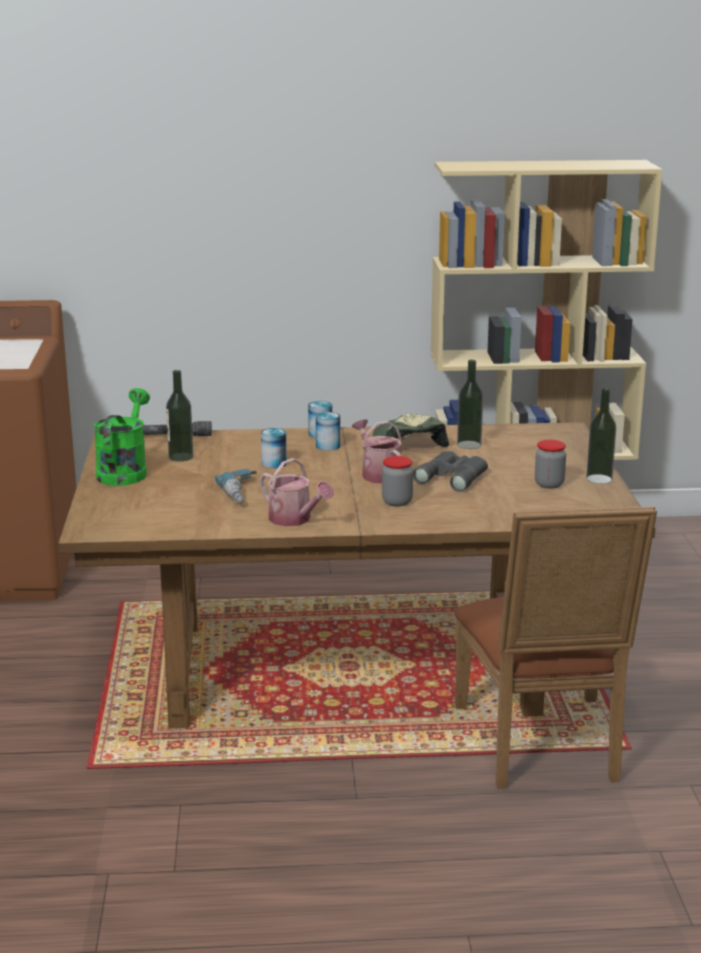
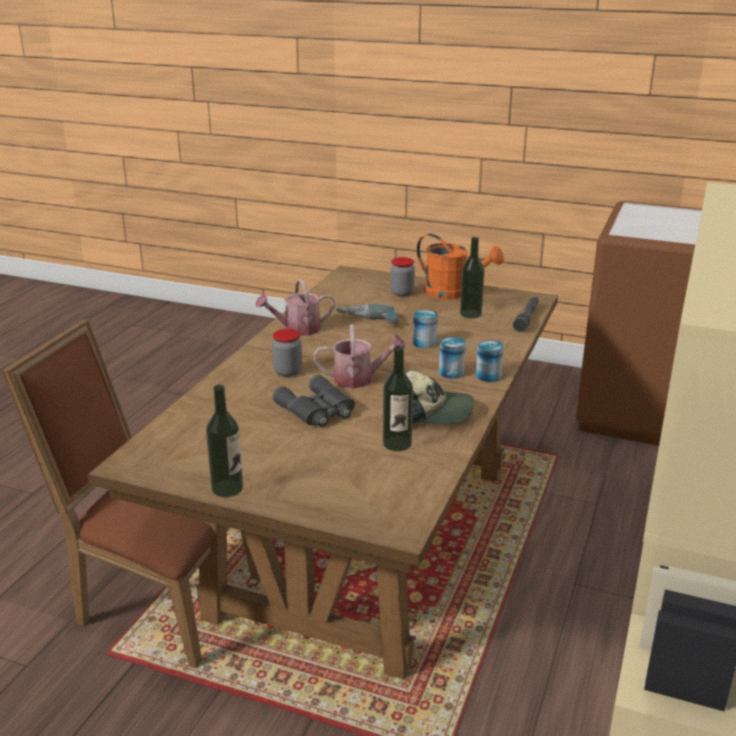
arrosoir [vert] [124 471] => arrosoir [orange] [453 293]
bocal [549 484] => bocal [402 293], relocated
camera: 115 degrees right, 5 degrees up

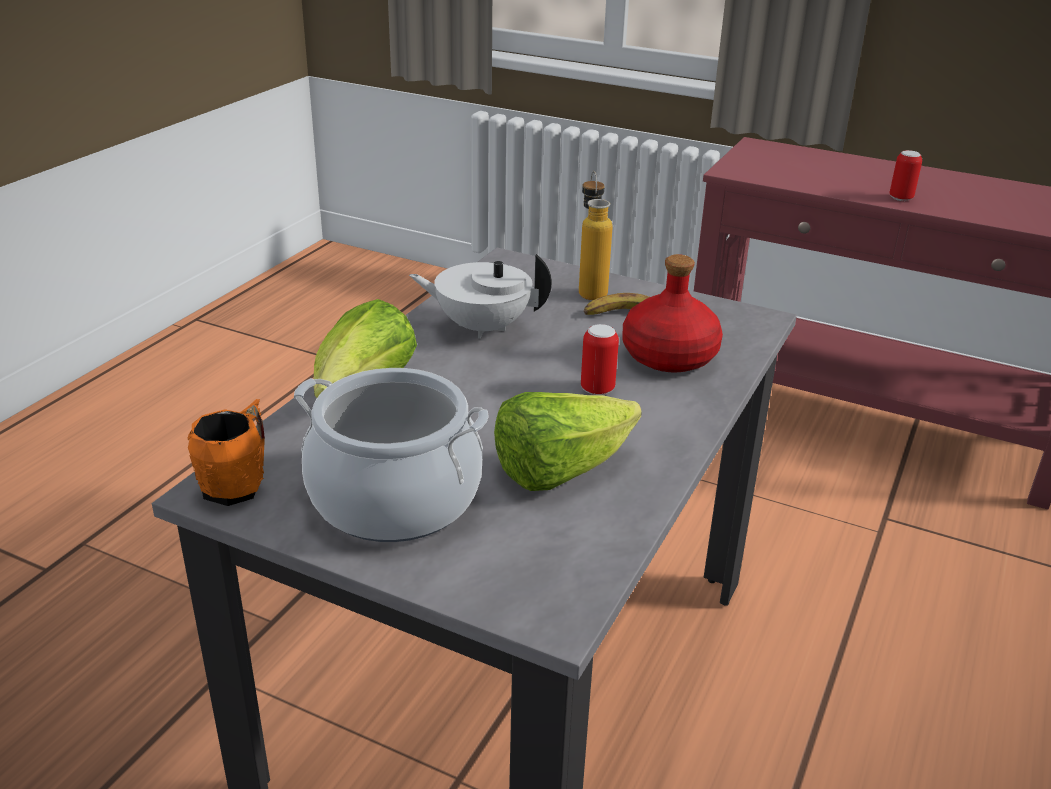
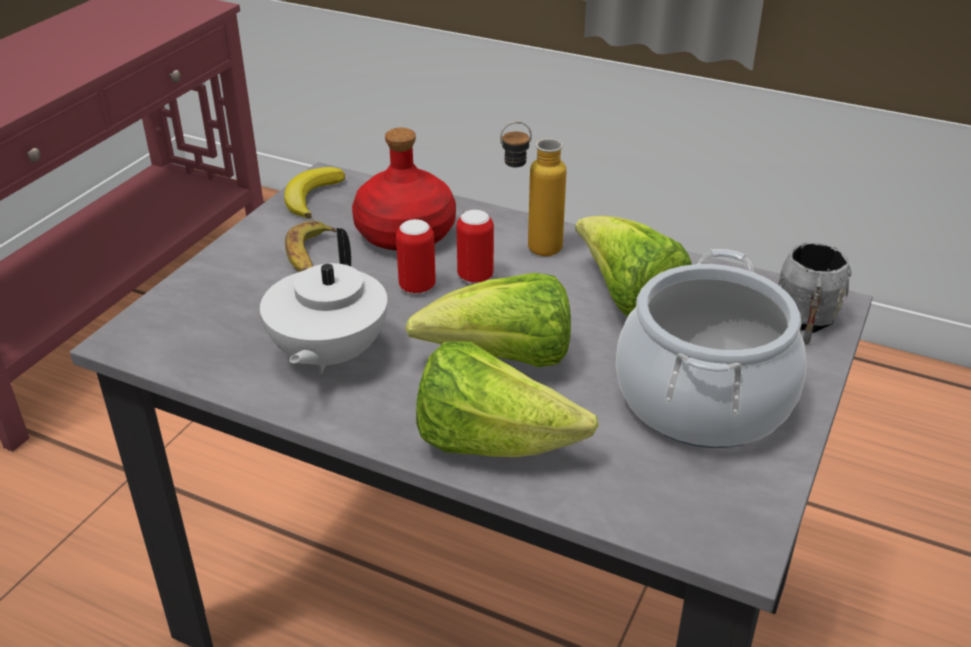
mug [orange] [239 483] => nothing
bouteille [590 289] => bouteille [530 249], relocated
boîte métallique [900 198] => boîte métallique [417 287], relocated
nothing => banane [311 197]
nothing => laitue [502 360]
nothing => mug [gris] [805 323]
camera: 90 degrees left, 5 degrees up

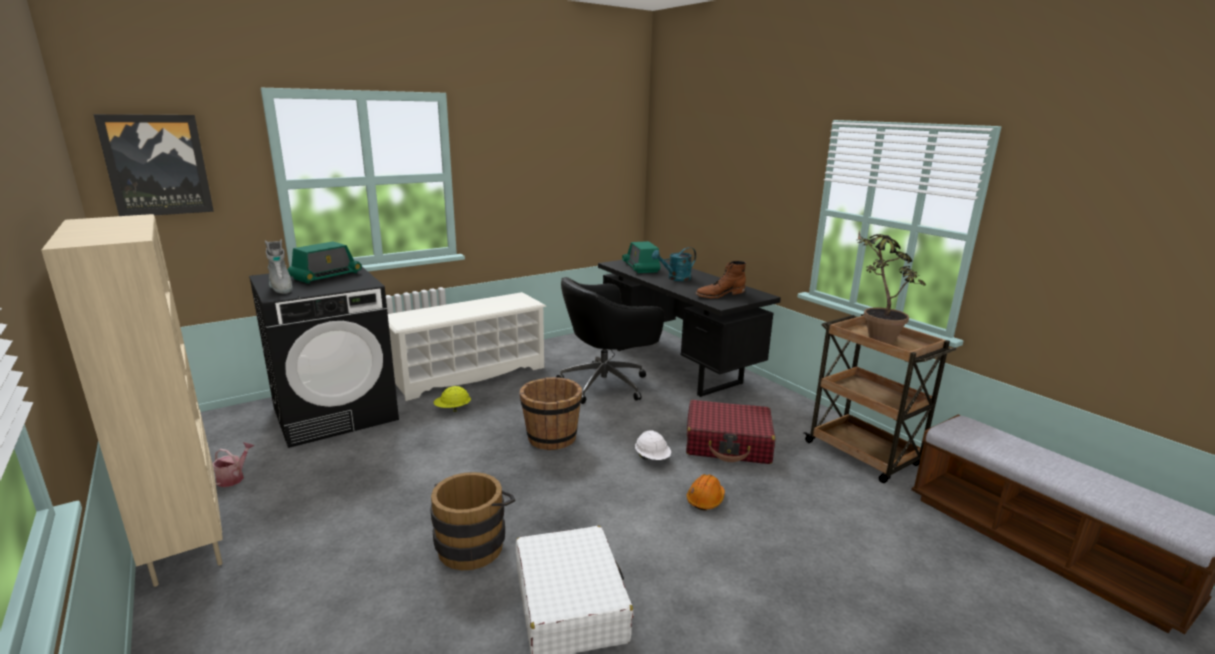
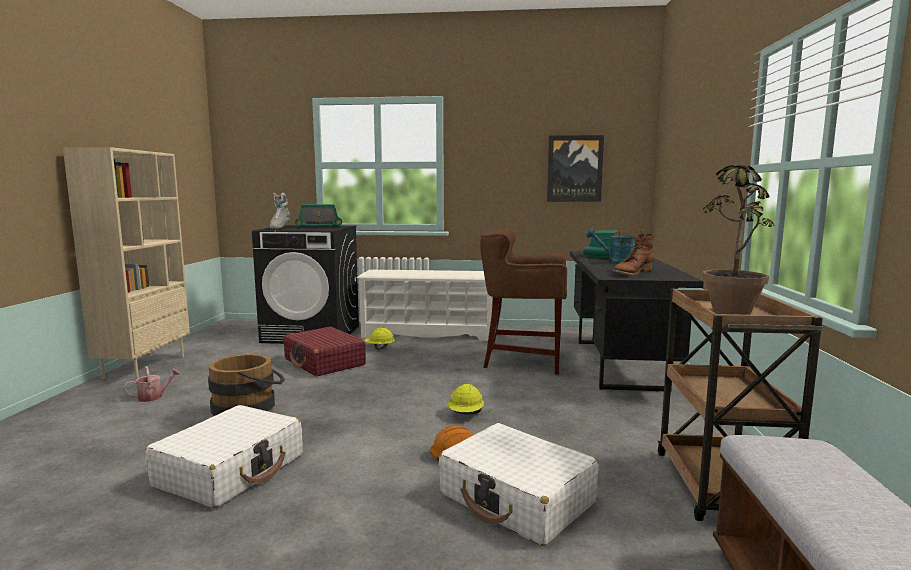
tableau [157 165] => tableau [574 168], relocated
arrosoir [233 478] => arrosoir [154 397], relocated
seau [marron] [551 438] => nothing
chaise de bureau [noir] [607 384] => tabouret [marron] [523 361]
casque de chantier [blanc] [652 458] => casque de chantier [jaune] [466 414]
valise [rouge] [728 444] => valise [rouge] [324 362], relocated
botte [marron] [719 294] => botte [marron] [631 272], 60 degrees counterclockwise
nothing => valise [blanc] [517 499]
camera: 40 degrees right, 10 degrees down

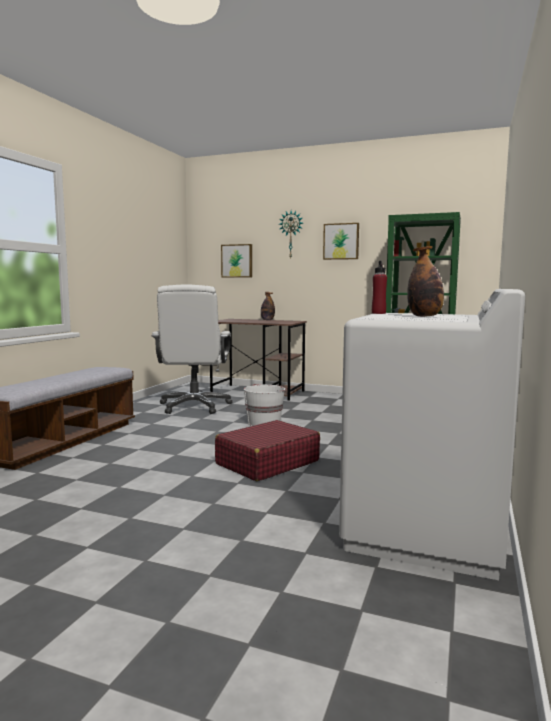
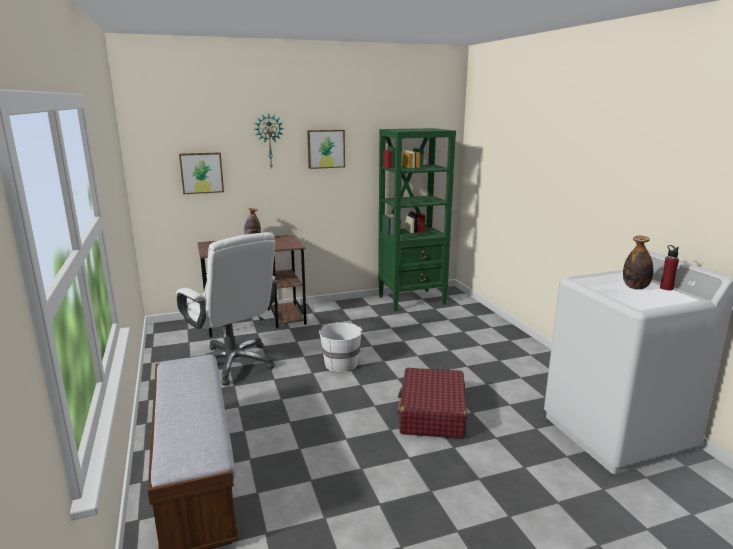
bouteille [rouge] [378 313] => bouteille [rouge] [666 288], relocated
camera: 40 degrees left, 10 degrees up

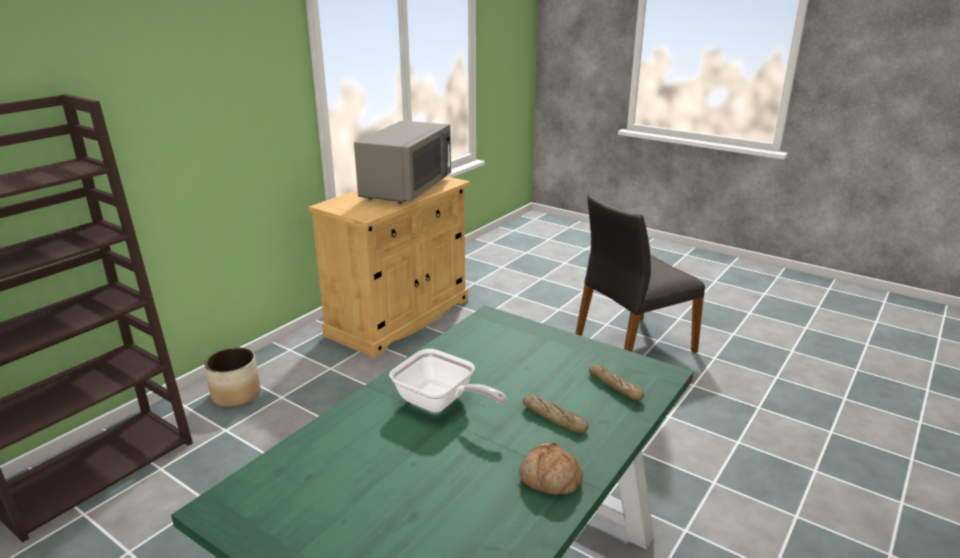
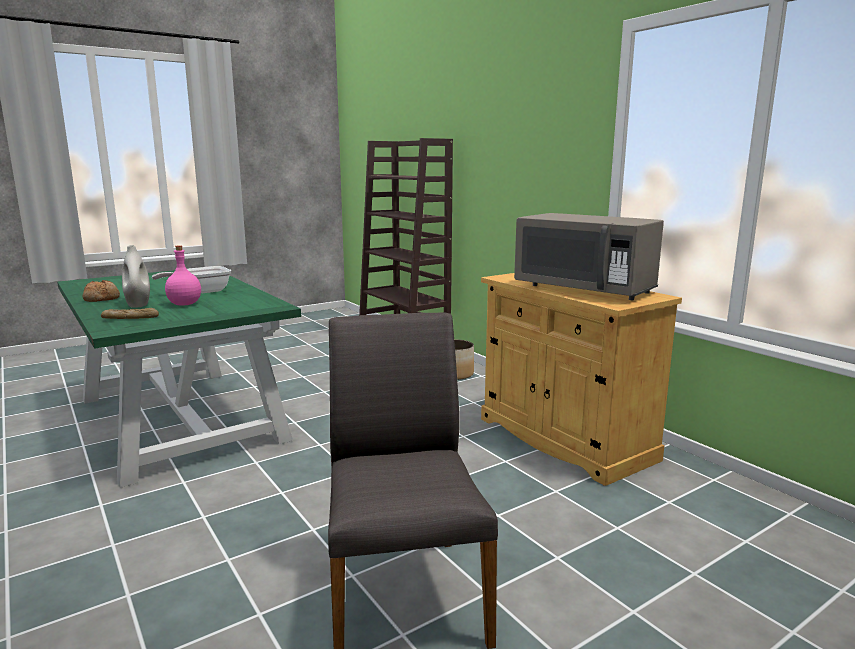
pain [554 418] => vase [blanc] [138 305]
nothing => bouteille [rose] [184 304]
camera: 110 degrees right, 10 degrees down

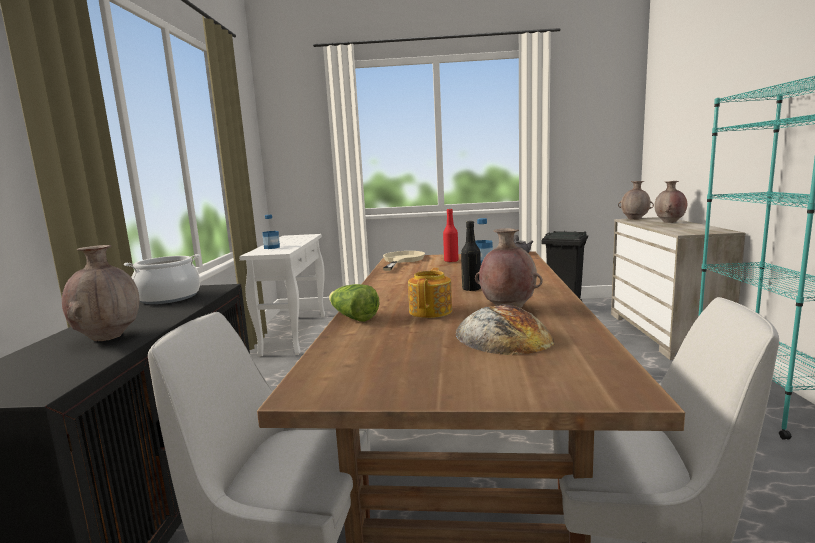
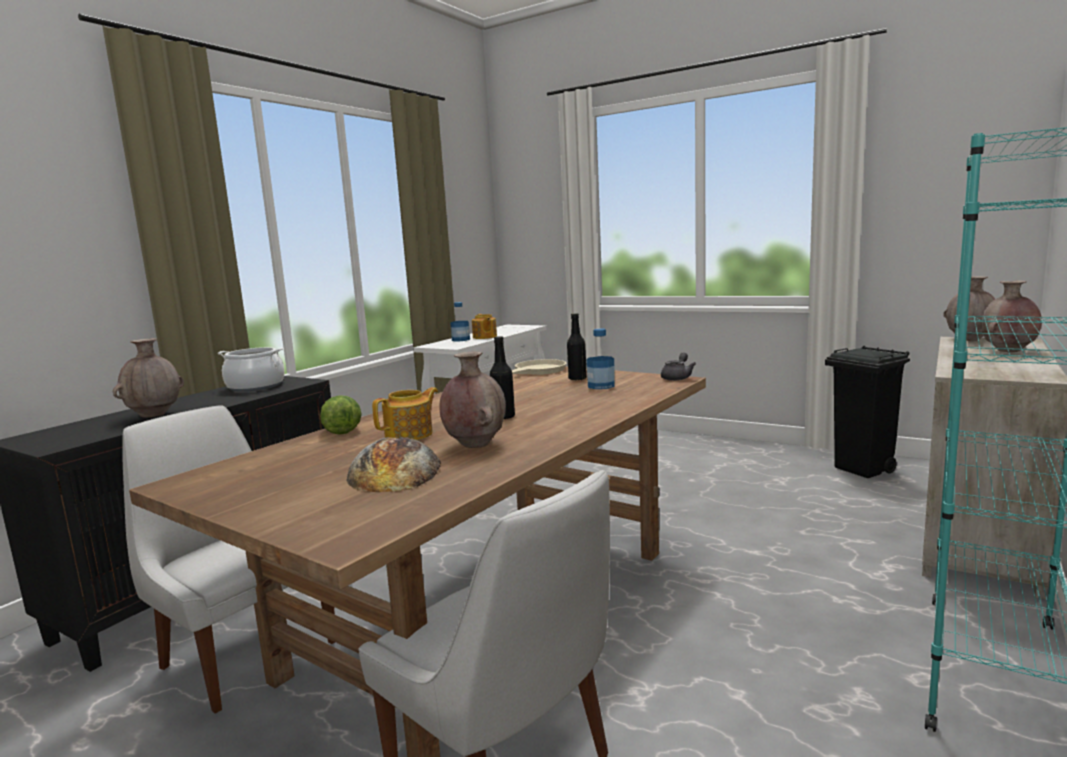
bouteille [rouge] [451 261] => bouteille [noir] [577 379]
nothing => théière [484 337]
camera: 30 degrees right, 0 degrees up

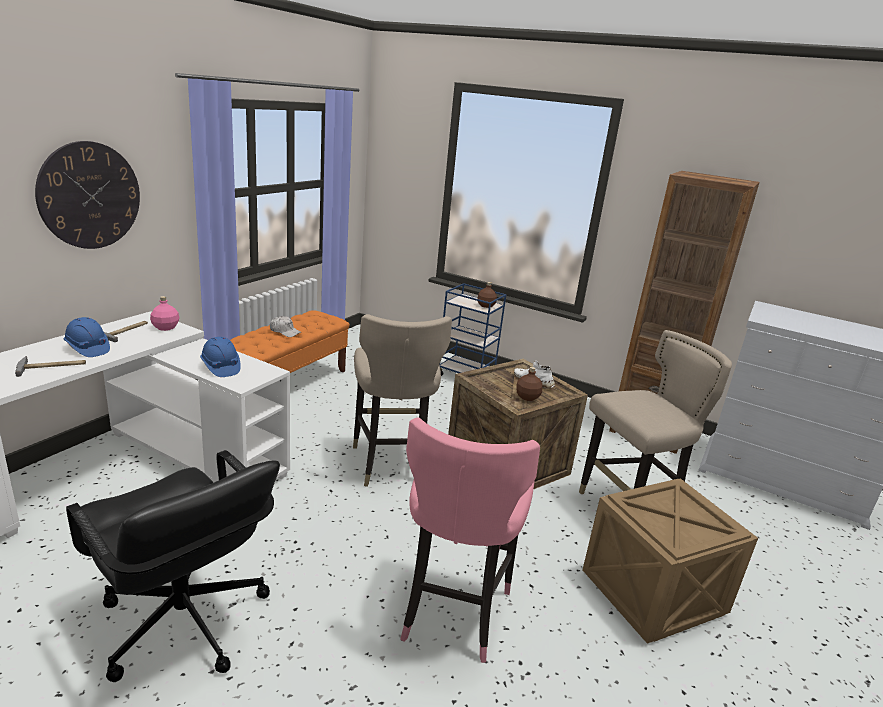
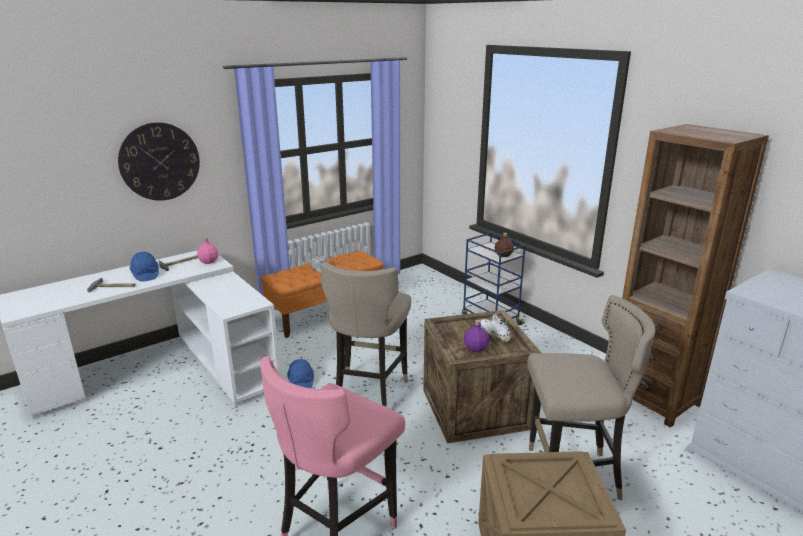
chaise de bureau [noir] [183 622] => nothing
casque de chantier [bleu] [220 367] => casque de chantier [bleu] [301 381], relocated
bouteille [marron] [528 397] => bouteille [violet] [476 348]
camera: 25 degrees right, 0 degrees up

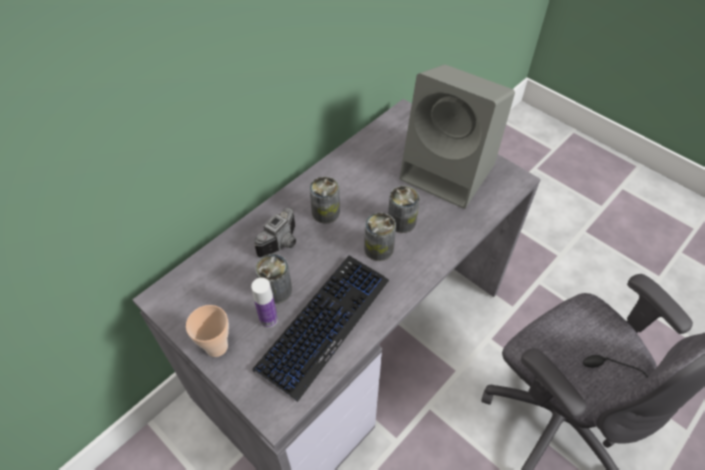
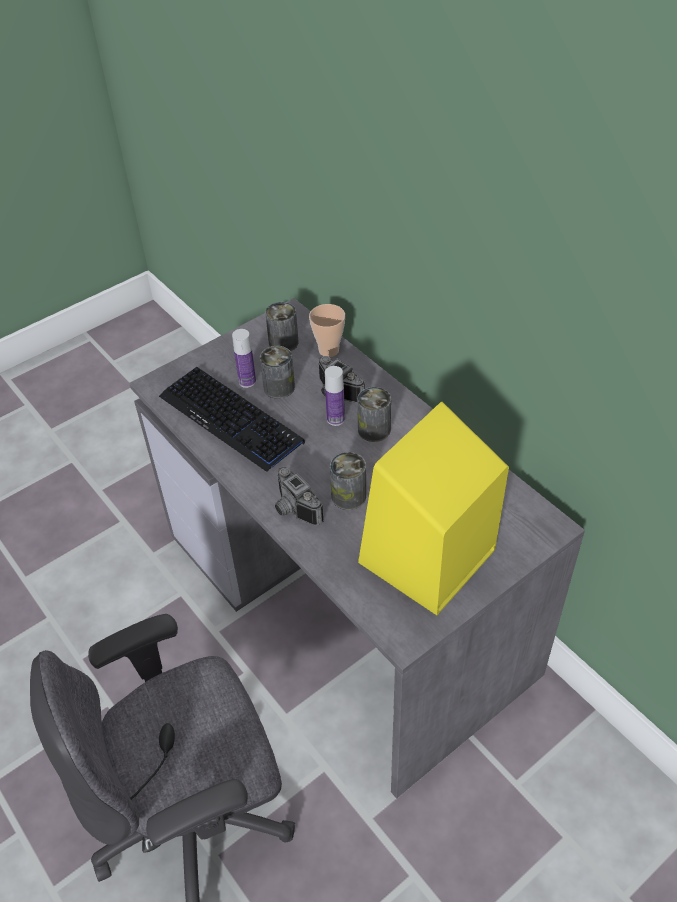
tasse [216 346] => tasse [328 350], relocated
boîte métallique [378 248] => boîte métallique [283 342], relocated
enceinte [gris] [450 172] => enceinte [jaune] [425 559]
nothing => appareil photo [293 510]
nothing => bouteille [335 419]
camera: 100 degrees right, 5 degrees down

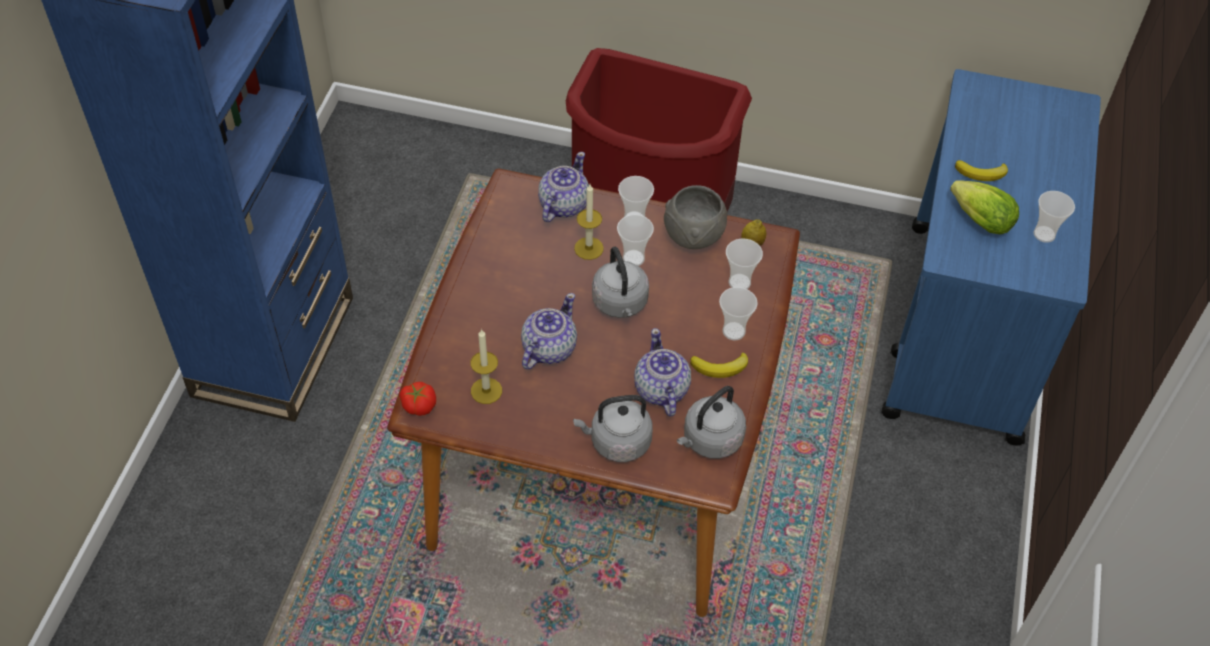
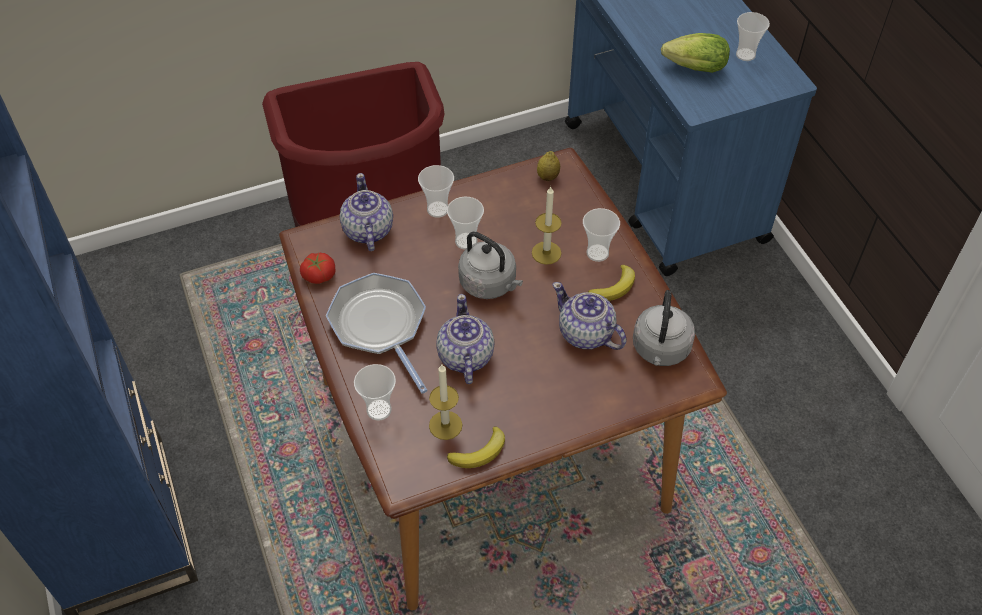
tomate [419 404] => tomate [318 275], relocated
bouilloire [gris] [617 442] => nothing
bougie [588 248] => bougie [546 253], relocated
bol [gris] [694 237] => nothing
tasse [739 282] => tasse [379 410], relocated
banane [982 173] => banane [479 452], relocated
nothing => poêle [380 325]
camera: 35 degrees left, 0 degrees up

